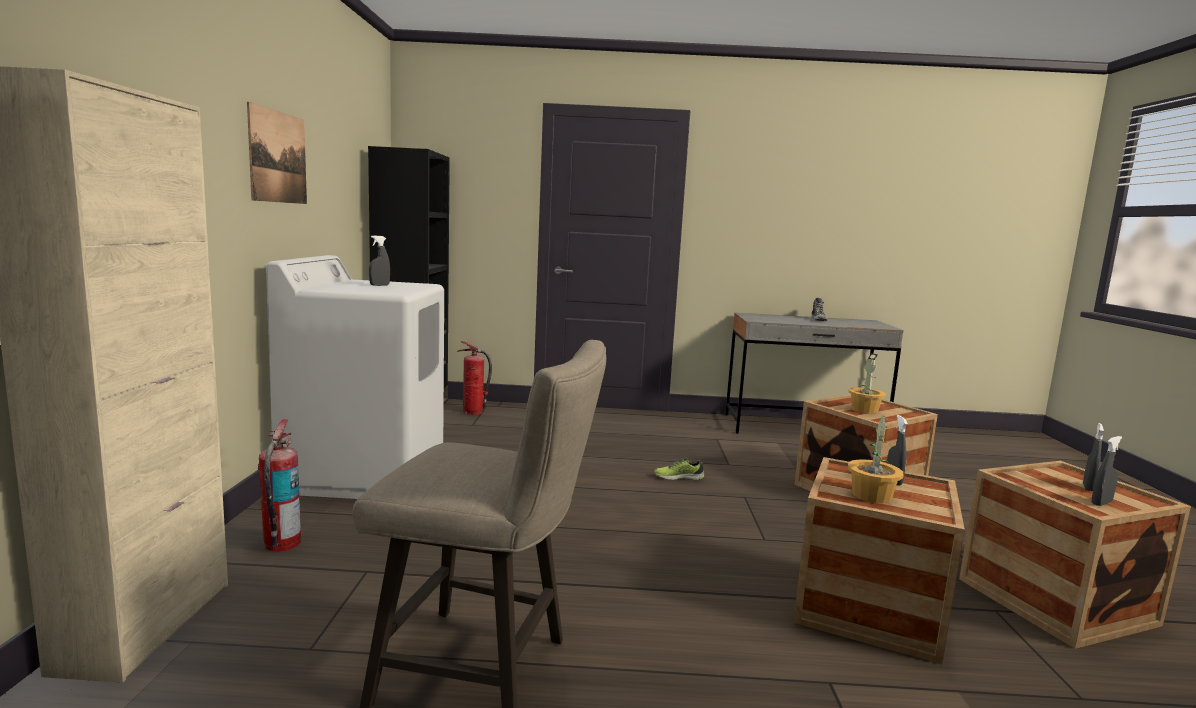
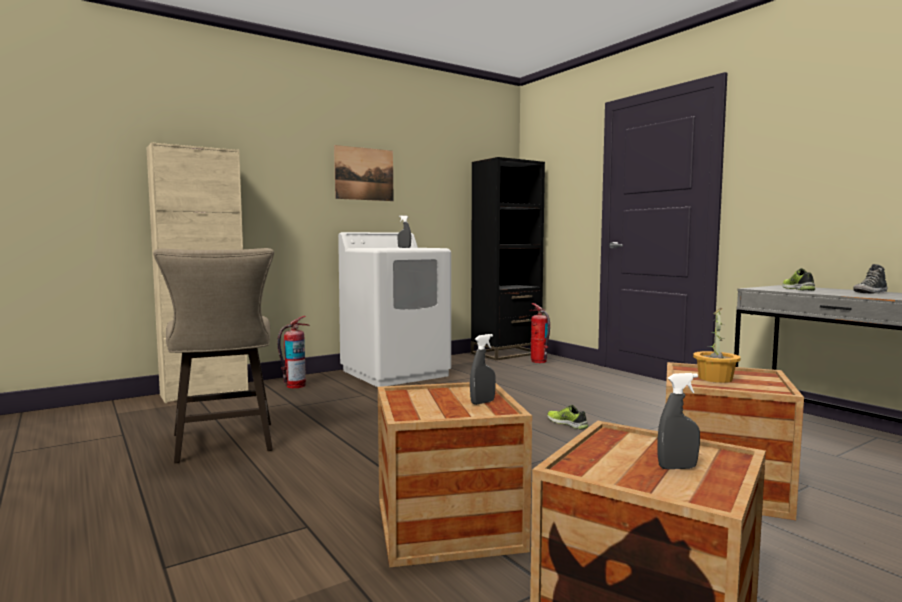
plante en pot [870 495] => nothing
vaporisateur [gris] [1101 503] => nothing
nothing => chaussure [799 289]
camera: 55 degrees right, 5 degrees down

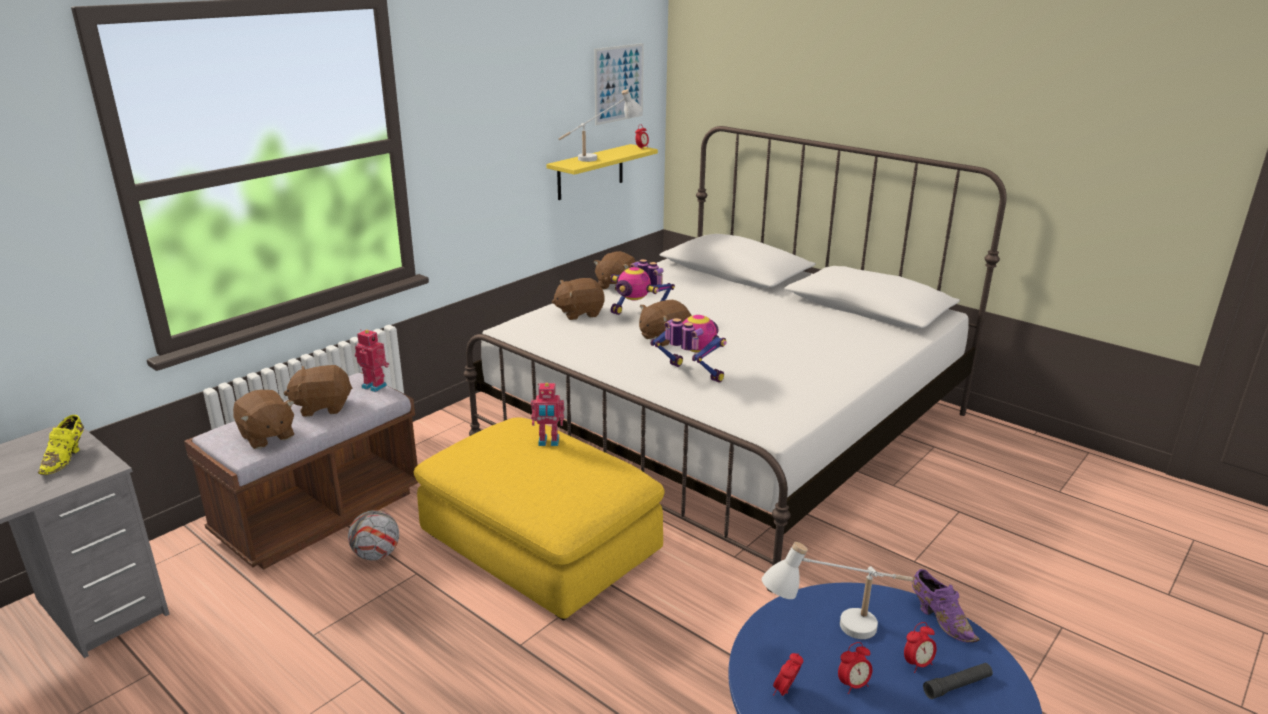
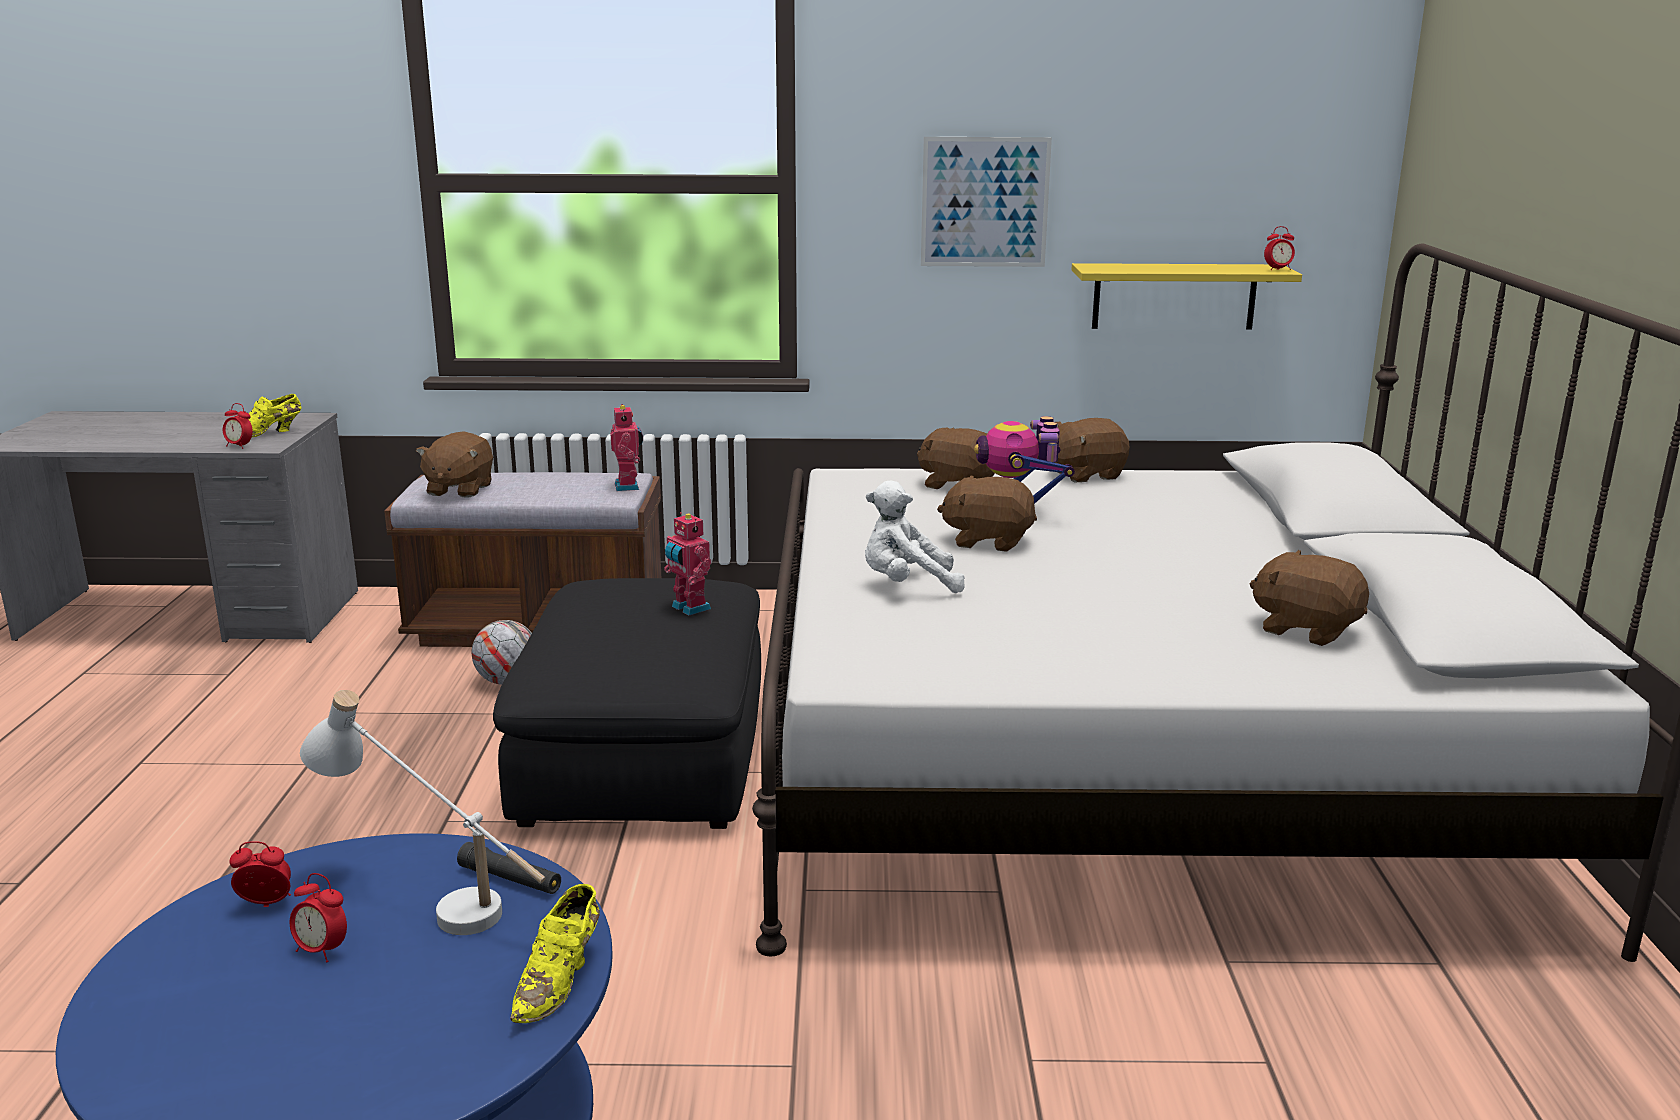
peluche [marron] [322 406] => peluche [marron] [1306 629], relocated
pouf [jaune] [540 544] => pouf [noir] [645 753]
lampe de table [blanc] [600 158] => nothing
tableau [619 83] => tableau [985 202], relocated
robot jouet [690 375] => peluche [blanc] [907 585]
réveil [917 664] => réveil [239 446], relocated
chaussure [violet] [940 619] => chaussure [jaune] [560 981]
lampe de poche [noir] [957 686] => lampe de poche [noir] [510 879], relocated
camera: 50 degrees right, 5 degrees down

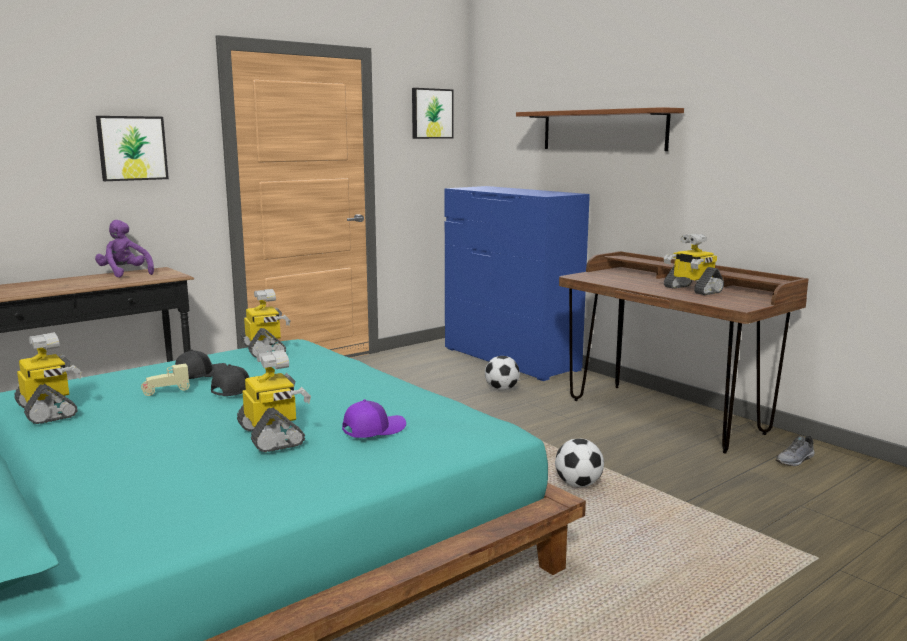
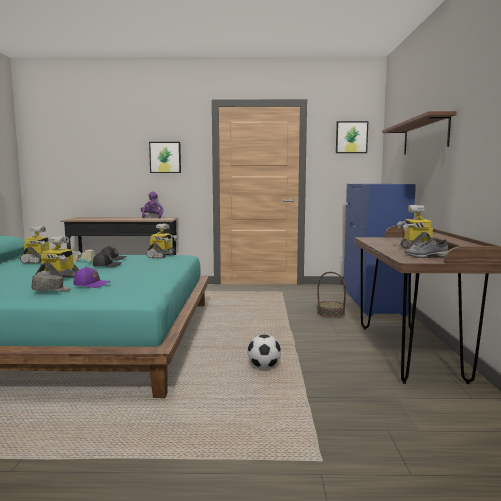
ballon de foot [502 389] => panier [330 313]
chaussure [gris] [795 460] => chaussure [gris] [426 256], relocated
nothing => casquette [gris] [51 290]
camera: 40 degrees right, 5 degrees down

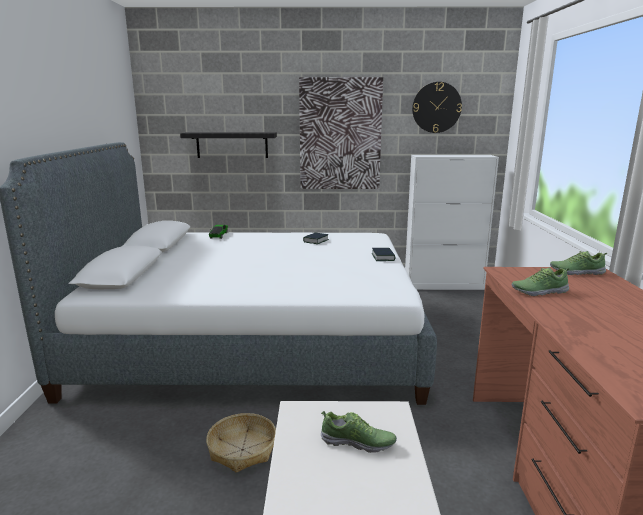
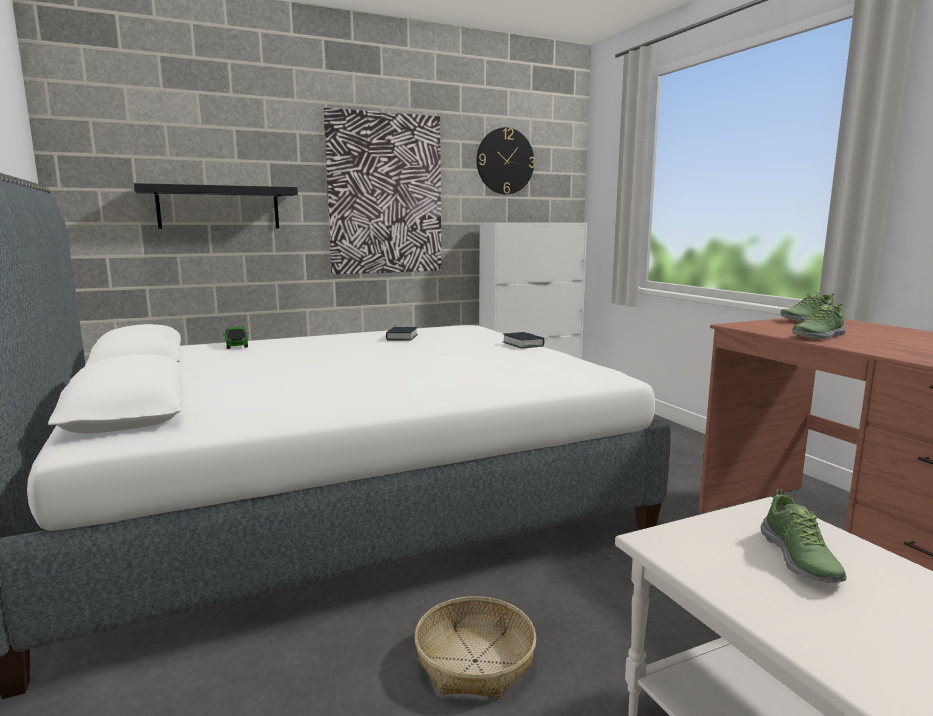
chaussure [358 442] => chaussure [800 559], 105 degrees clockwise
camera: 25 degrees left, 5 degrees down

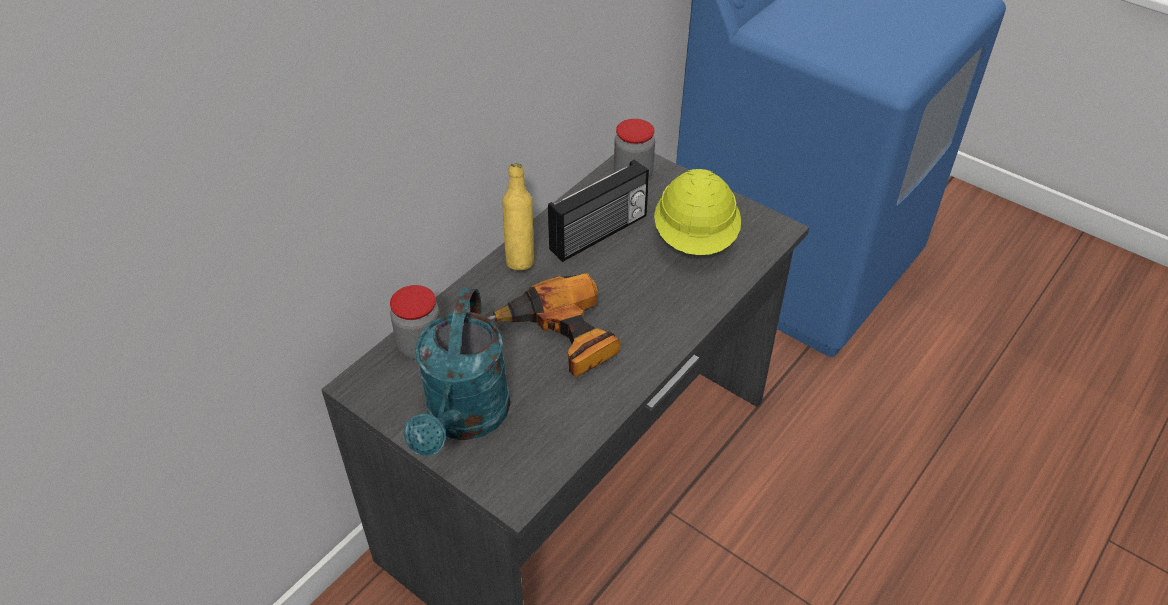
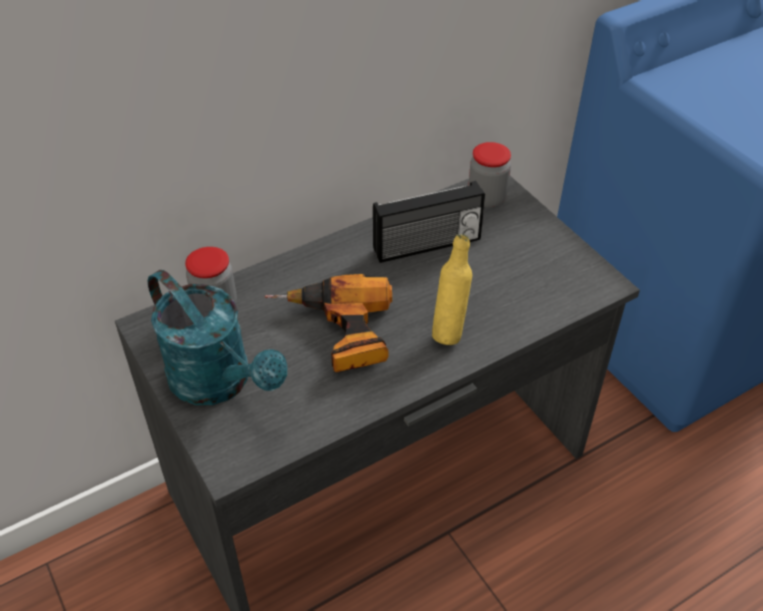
arrosoir [turquoise] [464 419] => arrosoir [turquoise] [220 382], 75 degrees counterclockwise
bouteille [jaune] [520 258] => bouteille [jaune] [449 331], relocated
casque de chantier [jaune] [696 238] => nothing
camera: 20 degrees right, 0 degrees up

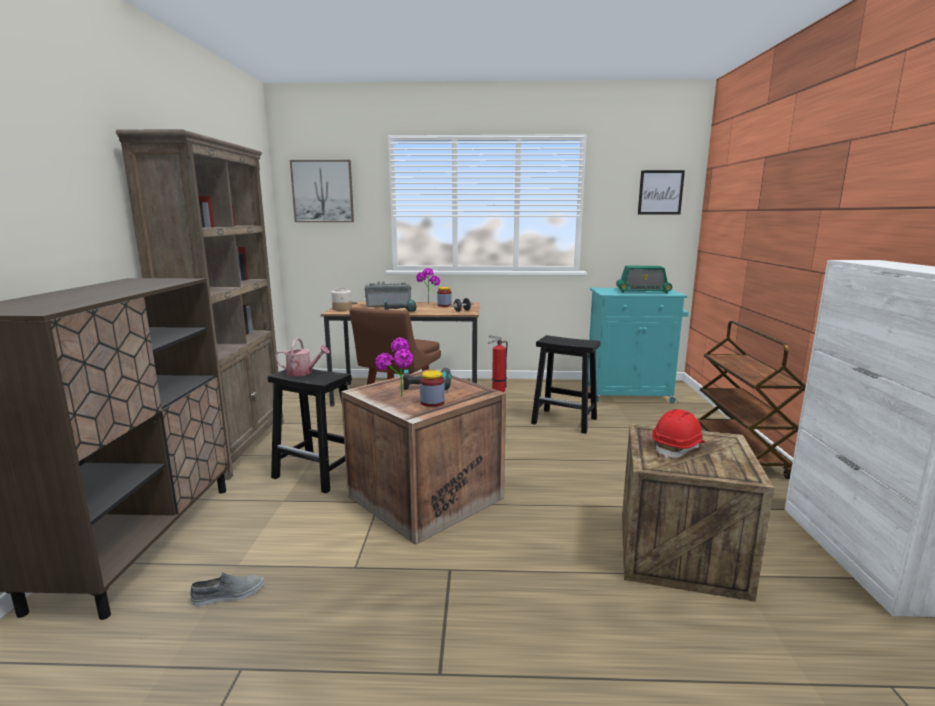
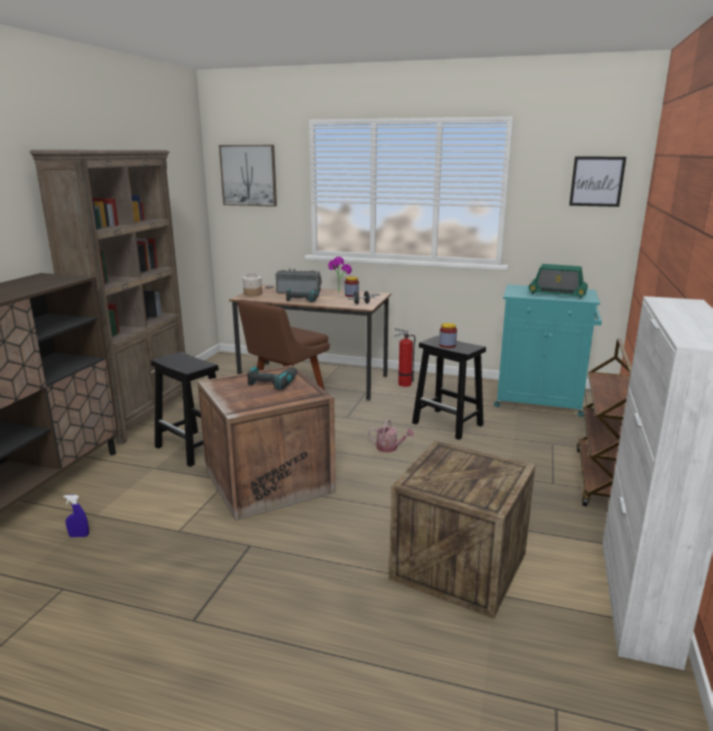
chaussure [gris] [229 594] => vaporisateur [bleu] [79 536]
arrosoir [303 373] => arrosoir [390 448], relocated
plante en pot [398 399] => nothing
bocal [432 402] => bocal [447 345], relocated
casque de chantier [rouge] [678 448] => nothing
camera: 15 degrees right, 5 degrees up

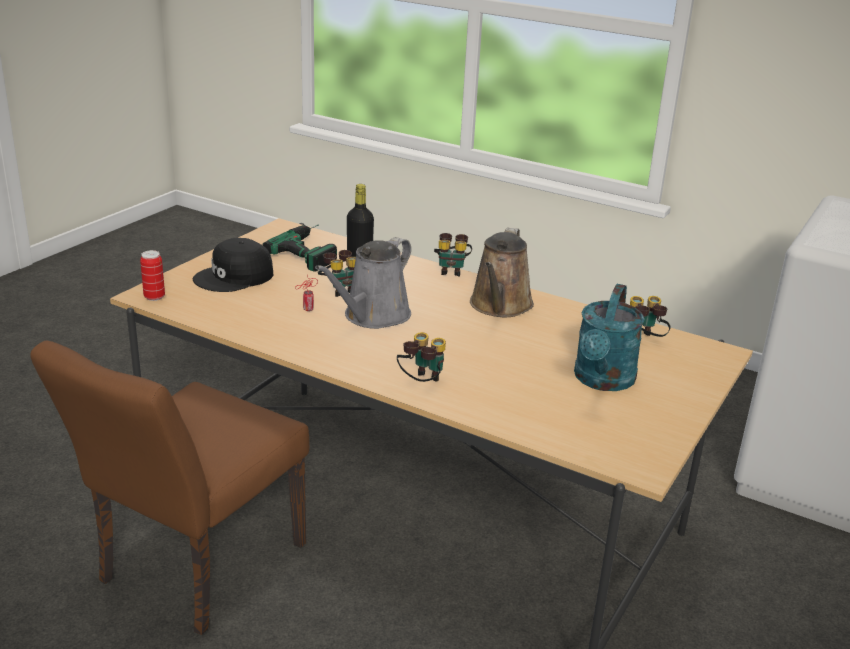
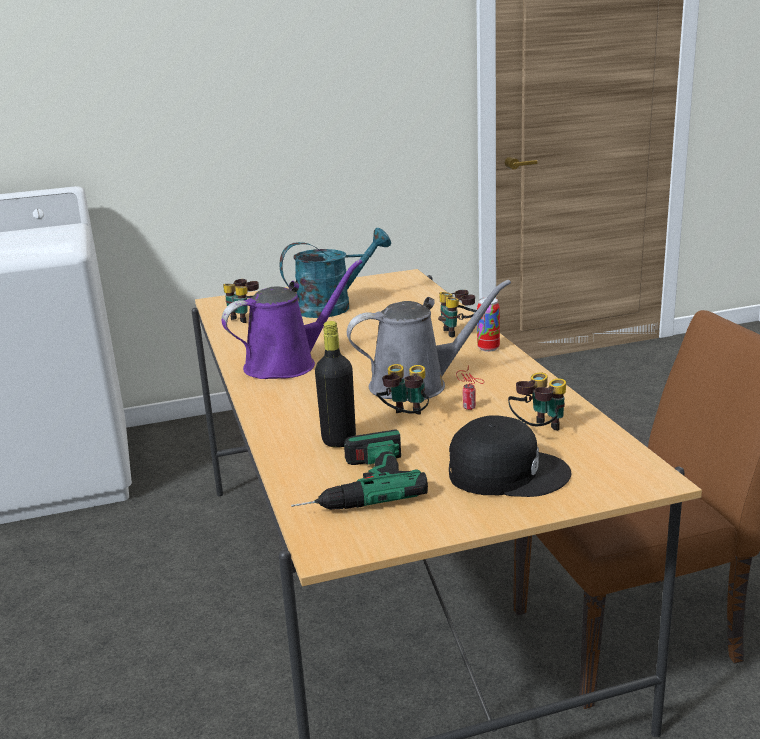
boîte métallique [154 297] => boîte métallique [488 348], relocated
jumelles [451 271] => jumelles [538 431], relocated
arrosoir [marron] [500 306] => arrosoir [violet] [287 364]
camera: 135 degrees left, 5 degrees down

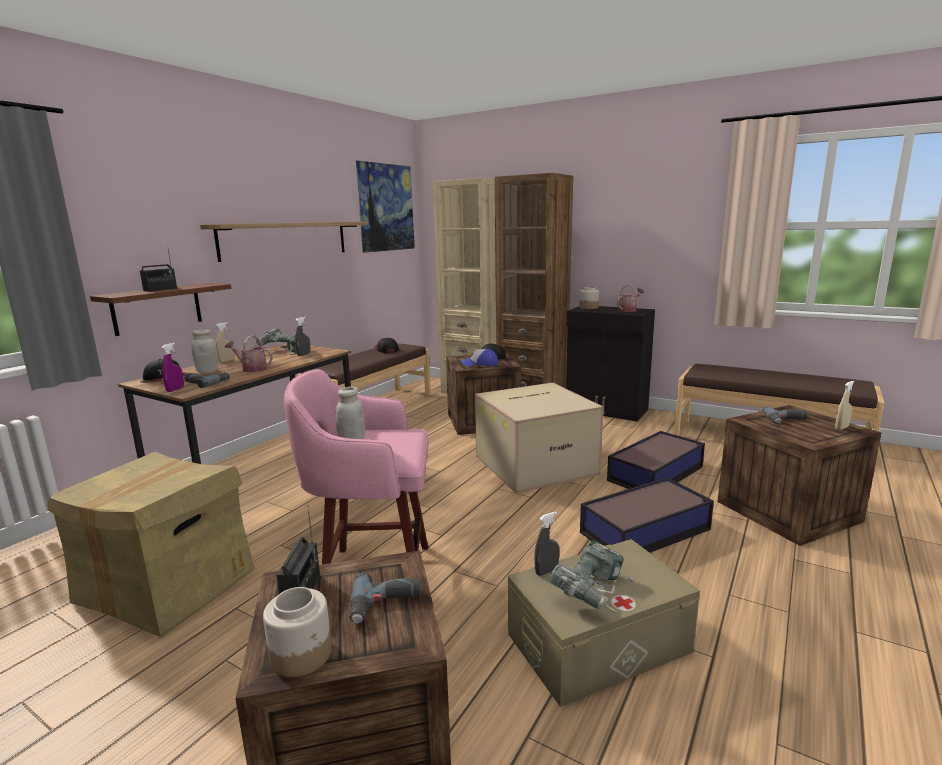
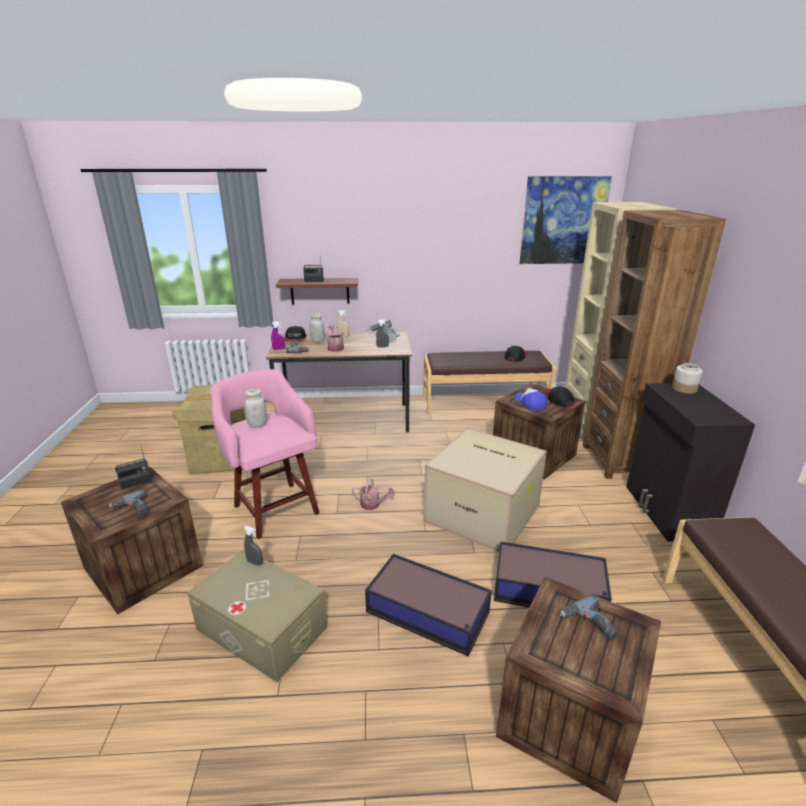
étagère [286 239] => nothing
bocal [302 654] => nothing
perceuse [595 594] => nothing
arrosoir [629 310] => arrosoir [373 504], relocated
vaporisateur [beige] [841 428] => nothing
camera: 55 degrees right, 10 degrees up

